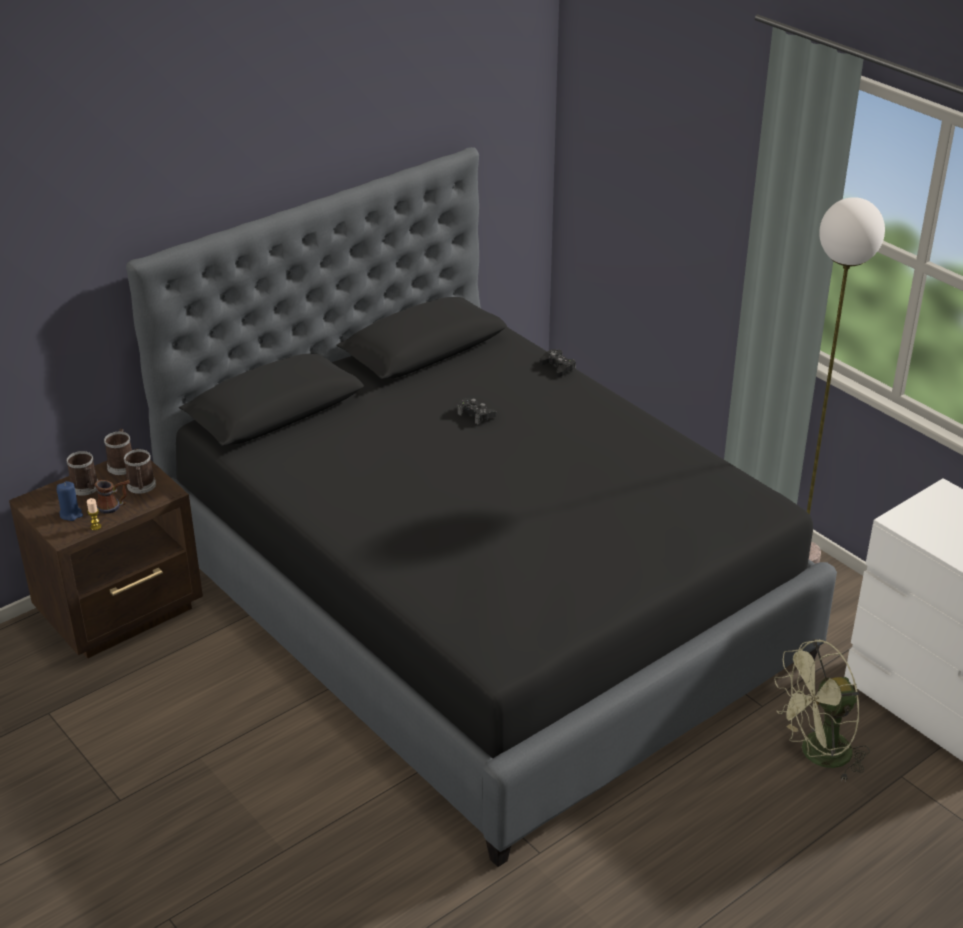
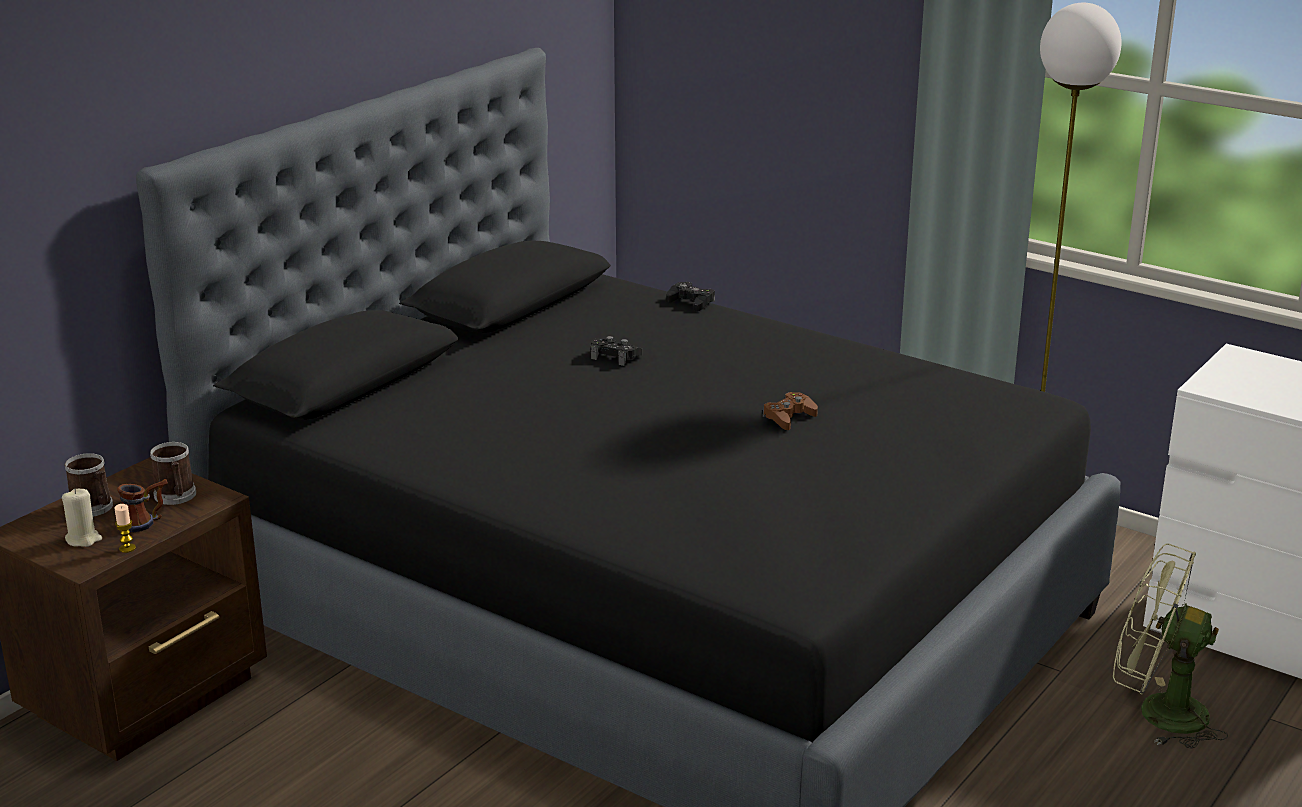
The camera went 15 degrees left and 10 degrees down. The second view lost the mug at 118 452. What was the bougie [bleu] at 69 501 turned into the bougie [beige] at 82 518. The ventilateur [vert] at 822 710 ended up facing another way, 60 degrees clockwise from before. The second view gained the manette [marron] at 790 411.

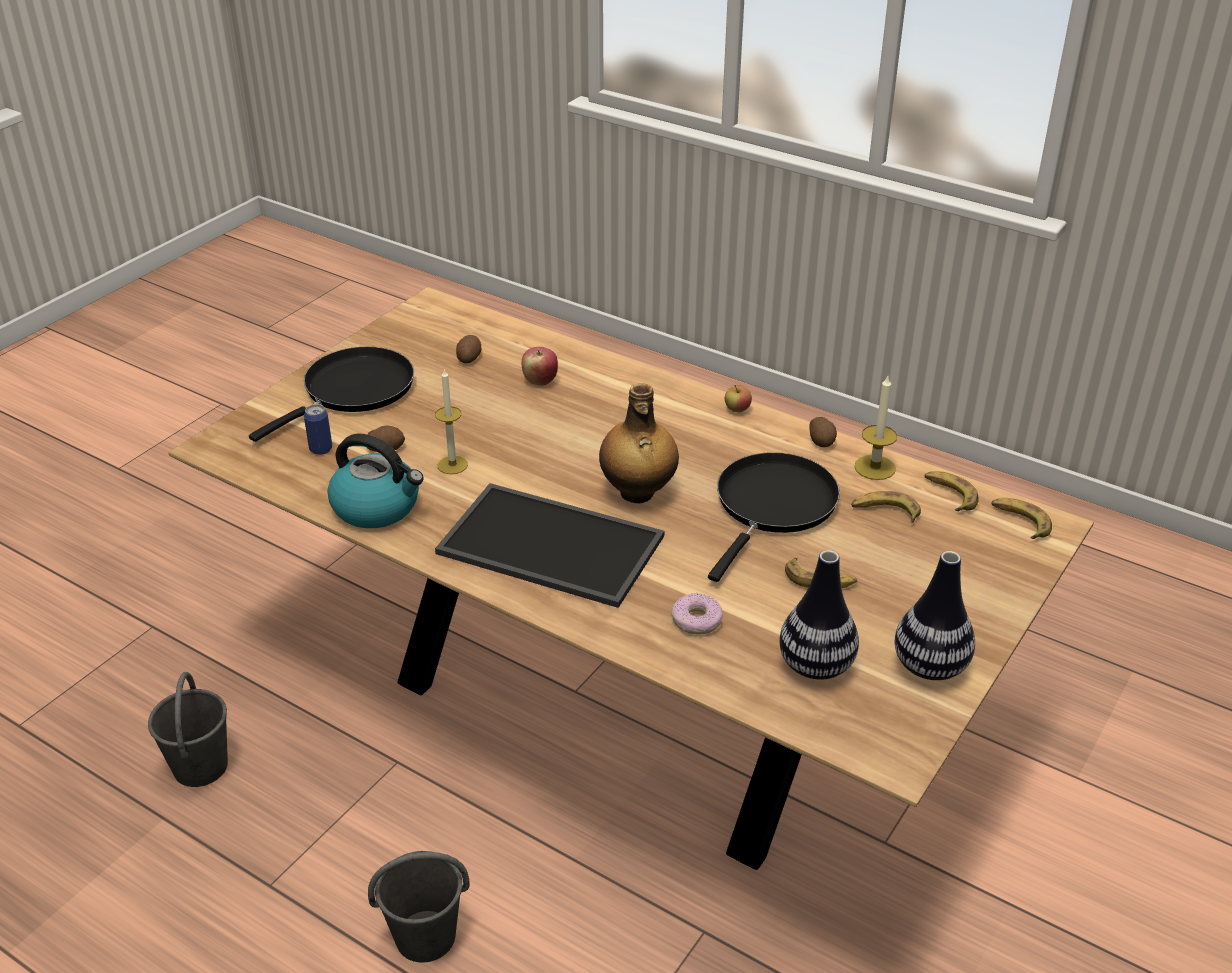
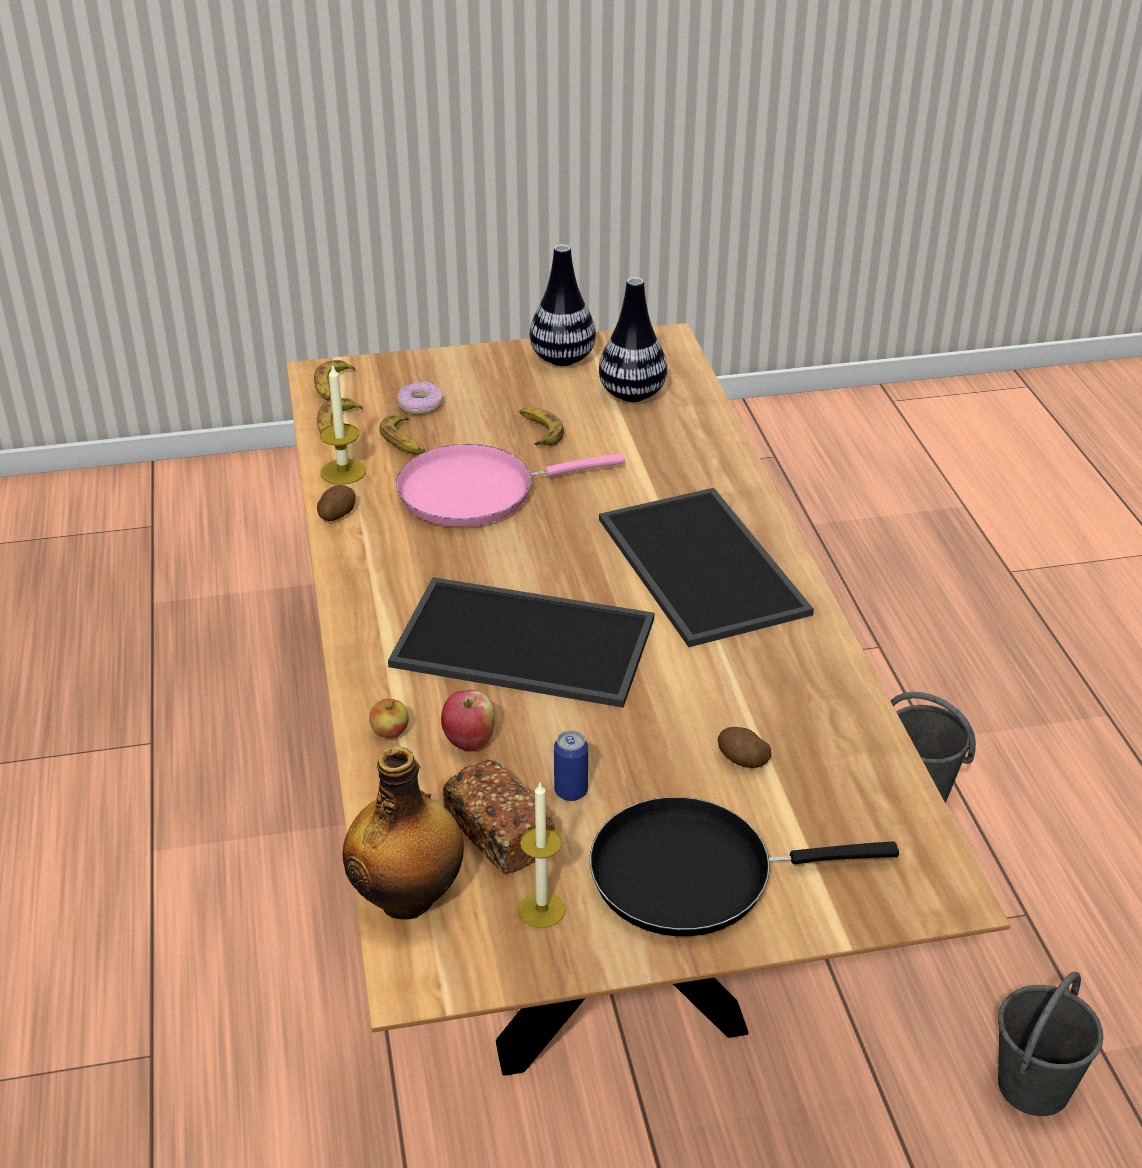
The camera went 135 degrees left and 0 degrees up. Where the pomme de terre stood at 468 349, the pain came to stand at 499 817. The bougie ended up elsewhere, having gone from 451 421 to 542 855. The bouteille ended up elsewhere, having gone from 639 443 to 403 833. The pomme ended up elsewhere, having gone from 738 398 to 389 718. The boîte métallique ended up elsewhere, having gone from 318 429 to 571 765. The second view lost the bouilloire at 375 481. What was the poêle [noir] at 774 517 turned into the poêle [rose] at 510 485. The beignet ended up elsewhere, having gone from 697 614 to 420 398. The second view gained the plateau at 521 642.

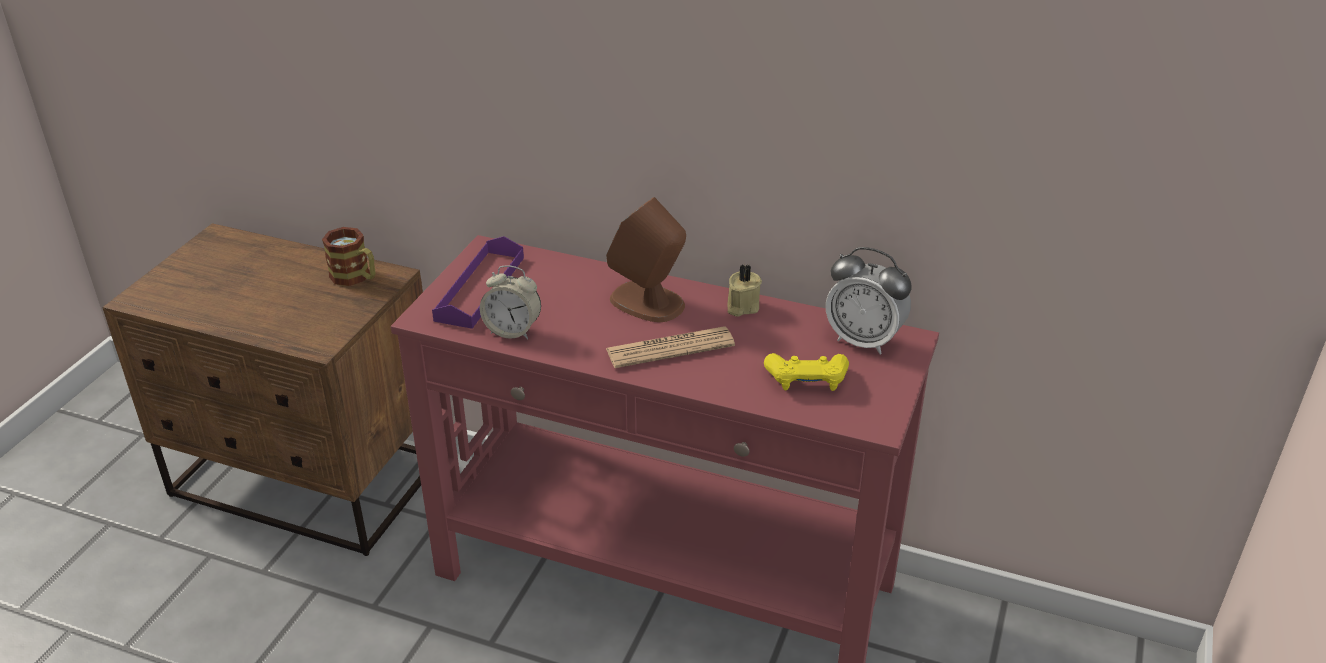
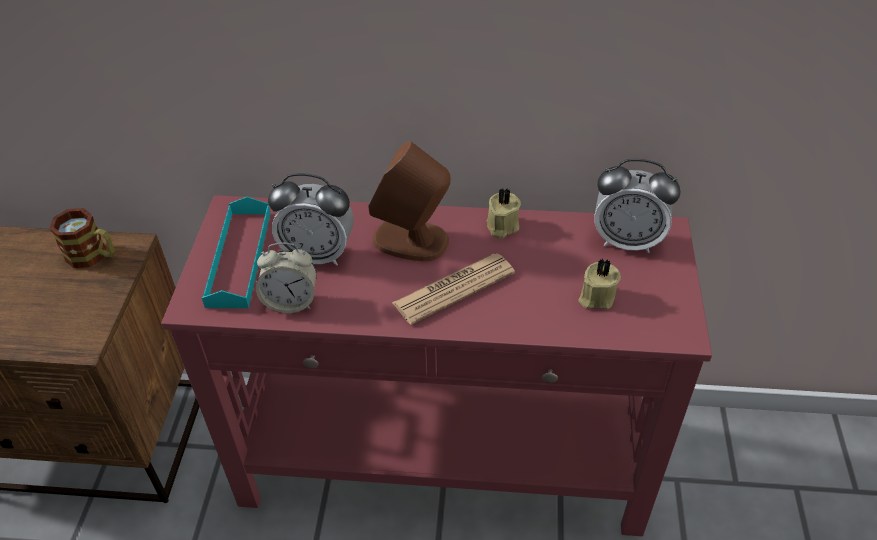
The camera went 15 degrees left and 10 degrees up. What was the plateau [violet] at 478 282 turned into the plateau [turquoise] at 236 252. Where the manette [jaune] stood at 806 372, the bougie [beige] came to stand at 599 283. The second view gained the réveil at 311 219.

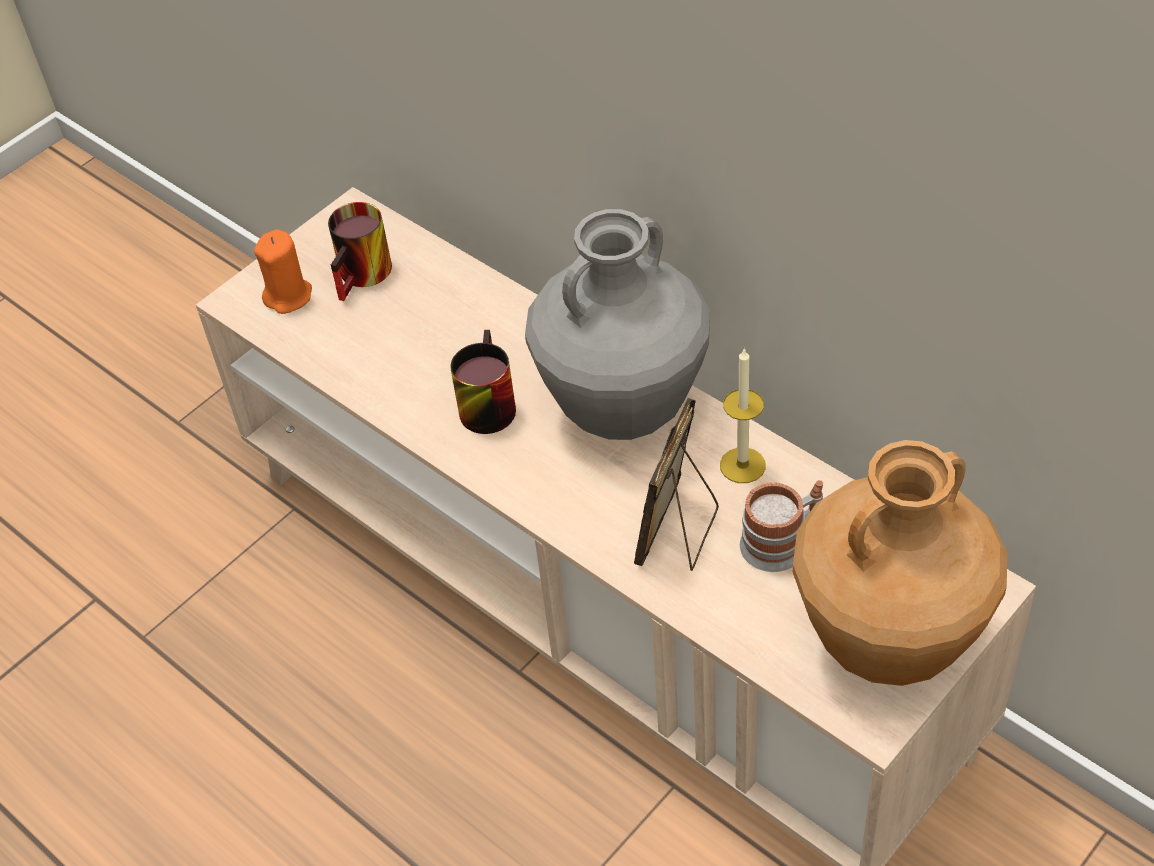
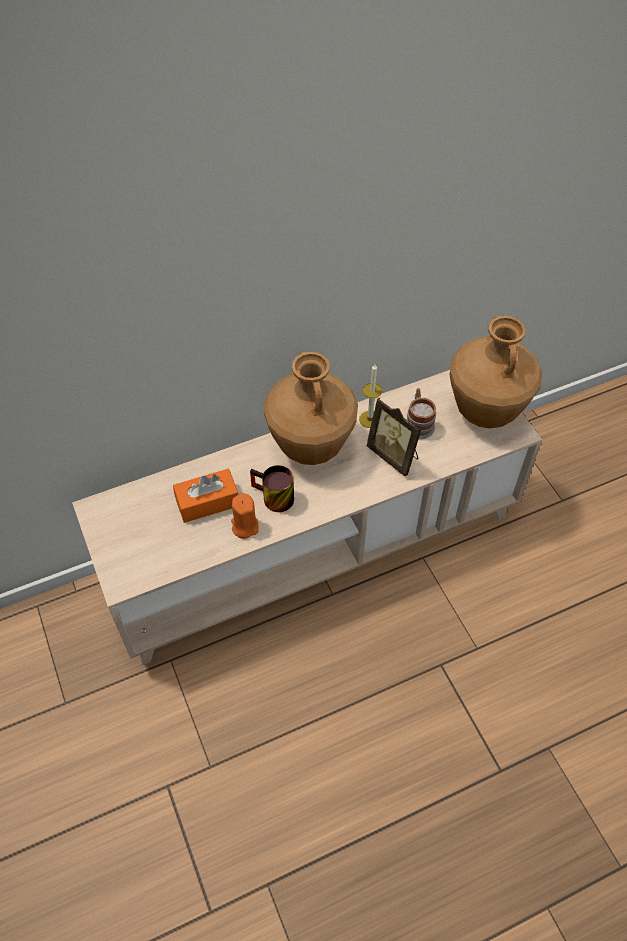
The camera went 70 degrees left and 5 degrees up. The second view lost the mug at 360 251. What was the vase [gris] at 617 324 turned into the vase [marron] at 311 408. The bougie [orange] ended up elsewhere, having gone from 283 271 to 245 516. The second view gained the boîte à mouchoirs [orange] at 206 496.

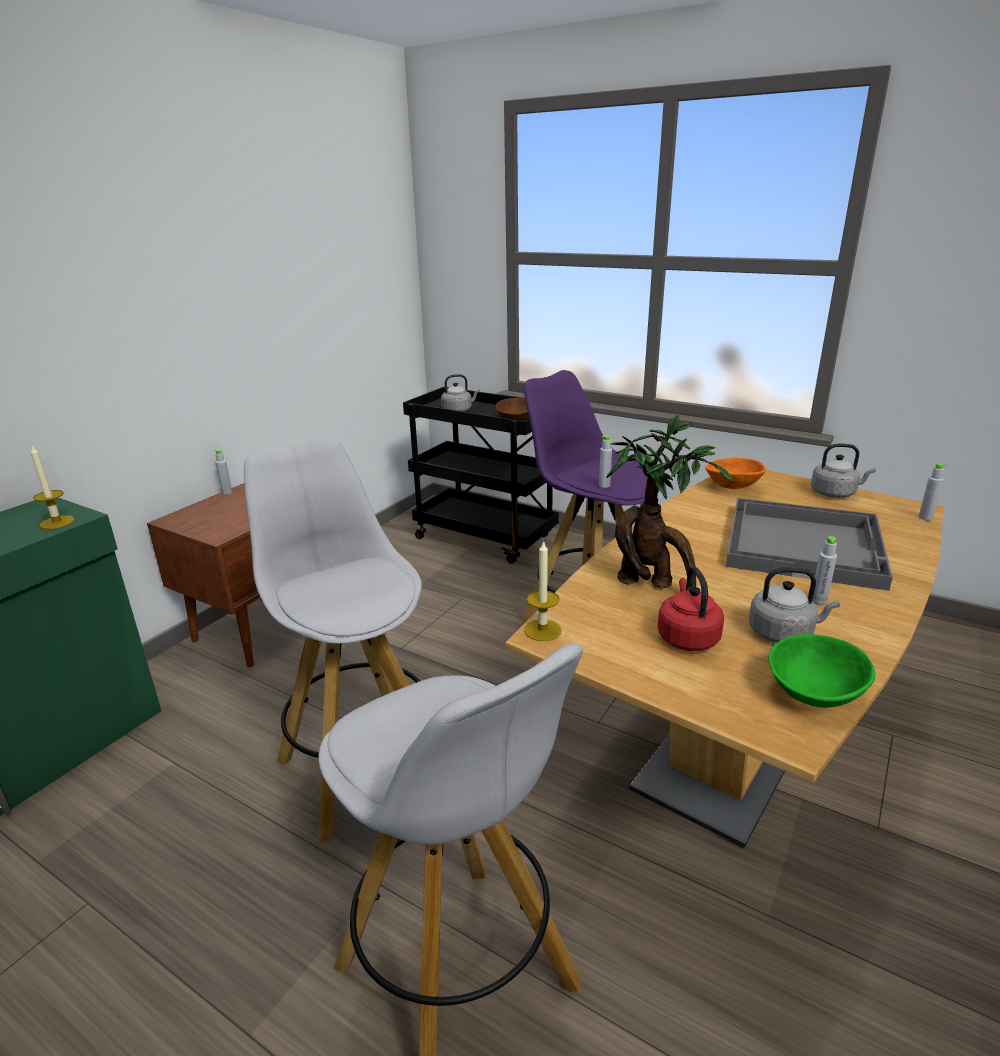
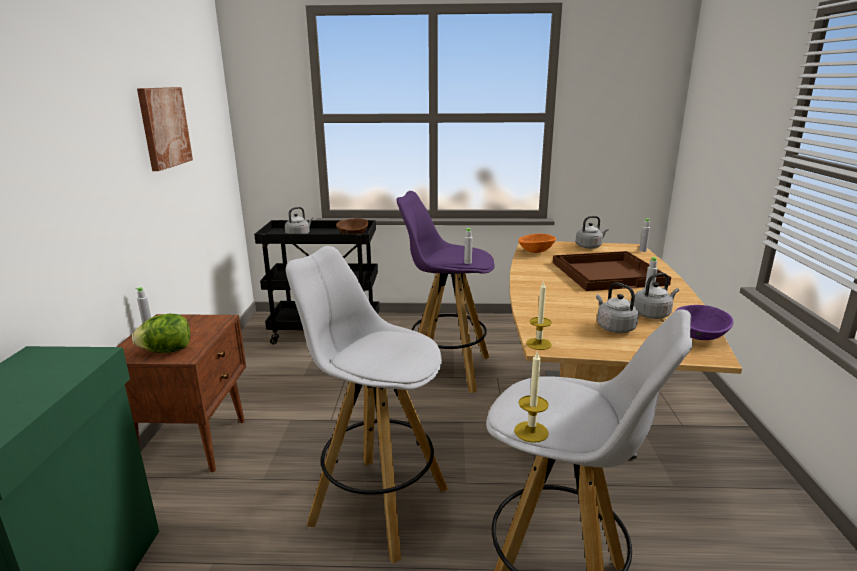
The camera went 30 degrees left and 5 degrees down. The second view lost the plante en pot at 670 501. The bougie ended up elsewhere, having gone from 52 487 to 531 396. What was the plateau [gris] at 809 544 turned into the plateau [marron] at 612 271. What was the bouilloire [rouge] at 691 609 turned into the bouilloire [gris] at 617 307. What was the bol [vert] at 822 671 turned into the bol [violet] at 705 322. The second view gained the tableau at 165 129. The second view gained the laitue at 161 333.

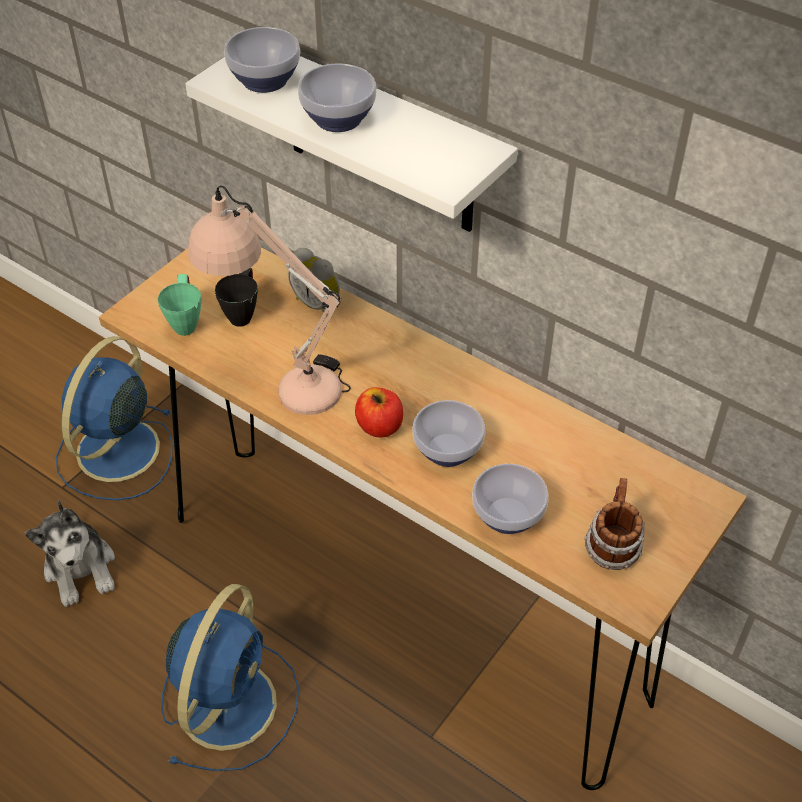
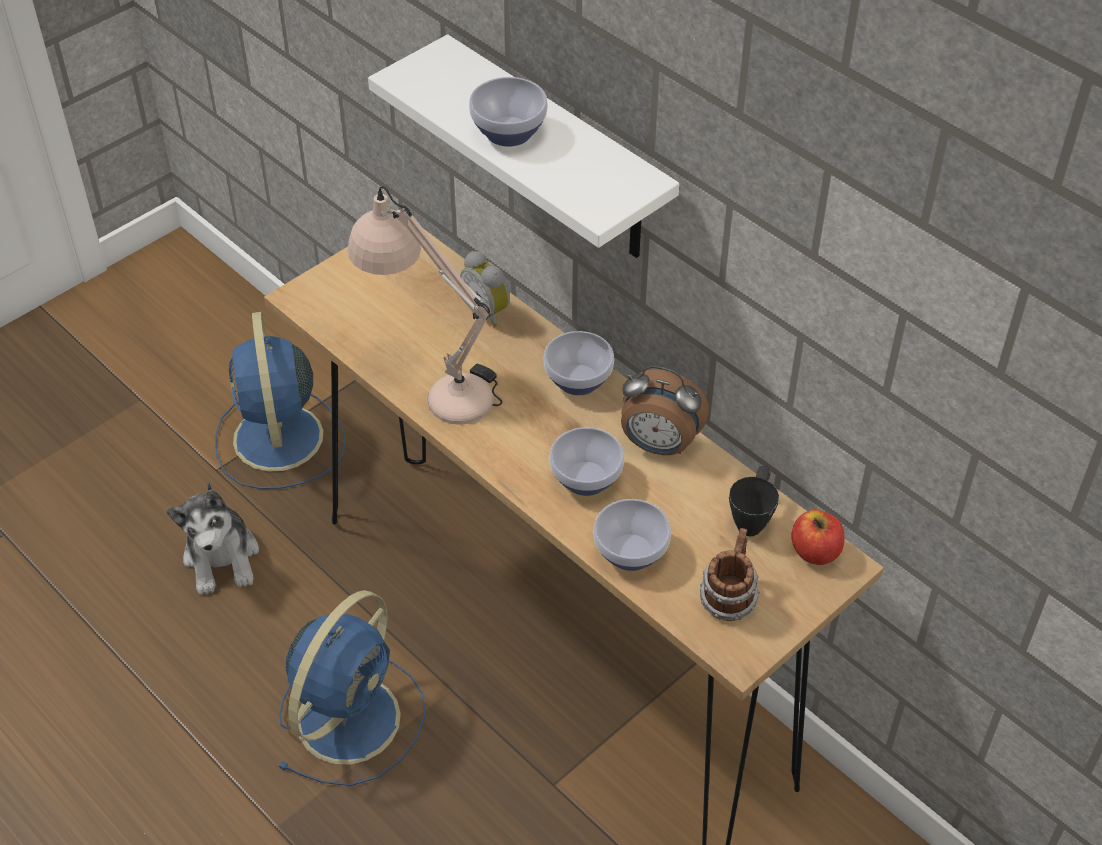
The camera went 10 degrees right and 0 degrees up. The bol ended up elsewhere, having gone from 262 60 to 579 363. The mug [noir] ended up elsewhere, having gone from 236 297 to 754 501. The second view lost the mug [vert] at 179 305. The ventilateur [bleu] at 114 418 ended up facing another way, 45 degrees counterclockwise from before. The pomme ended up elsewhere, having gone from 379 412 to 818 537. The second view gained the réveil at 665 410.

